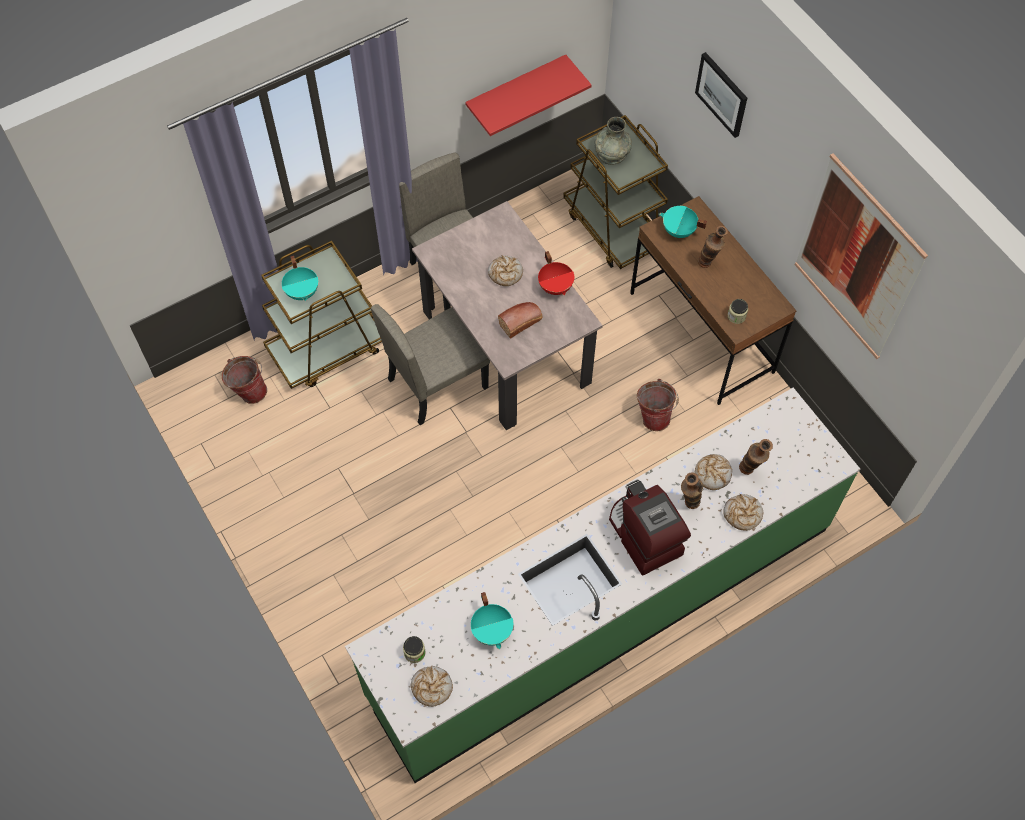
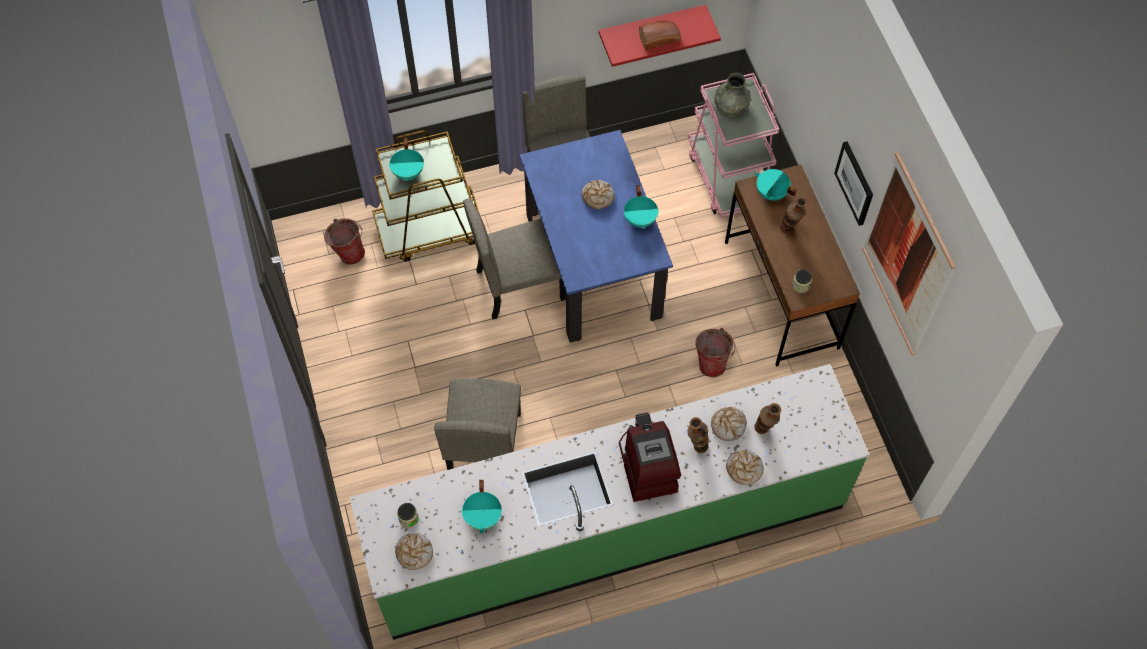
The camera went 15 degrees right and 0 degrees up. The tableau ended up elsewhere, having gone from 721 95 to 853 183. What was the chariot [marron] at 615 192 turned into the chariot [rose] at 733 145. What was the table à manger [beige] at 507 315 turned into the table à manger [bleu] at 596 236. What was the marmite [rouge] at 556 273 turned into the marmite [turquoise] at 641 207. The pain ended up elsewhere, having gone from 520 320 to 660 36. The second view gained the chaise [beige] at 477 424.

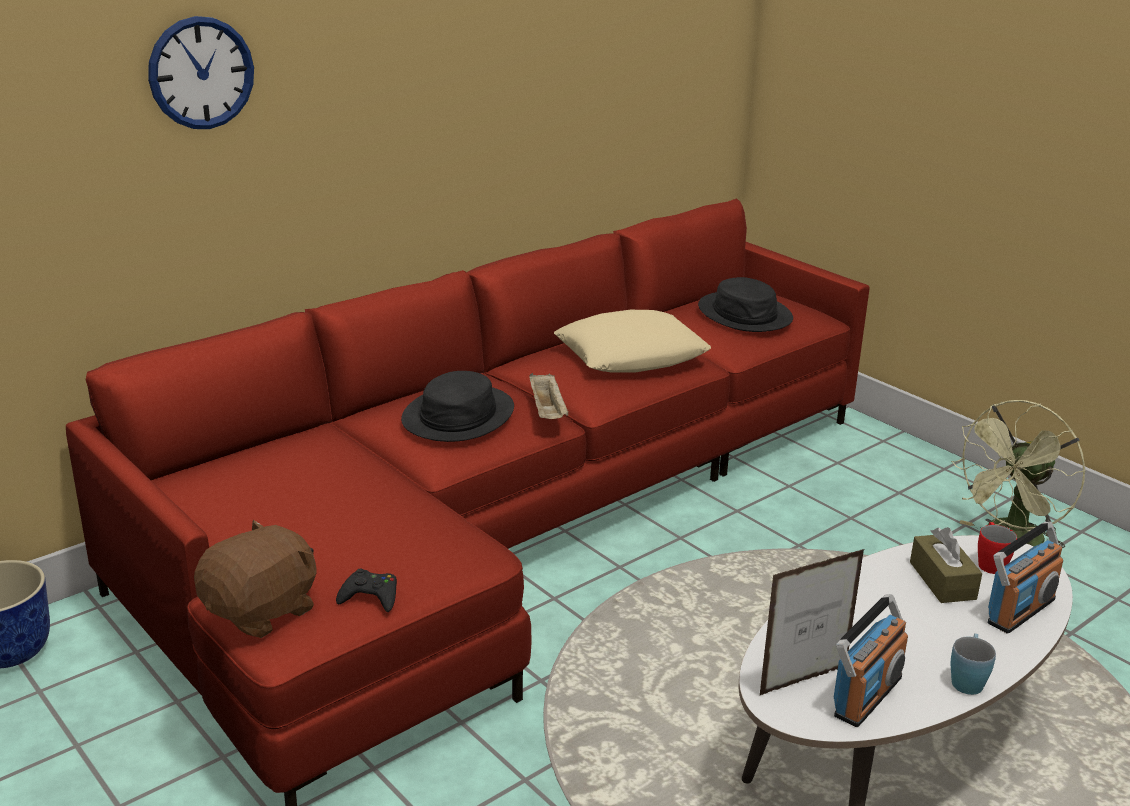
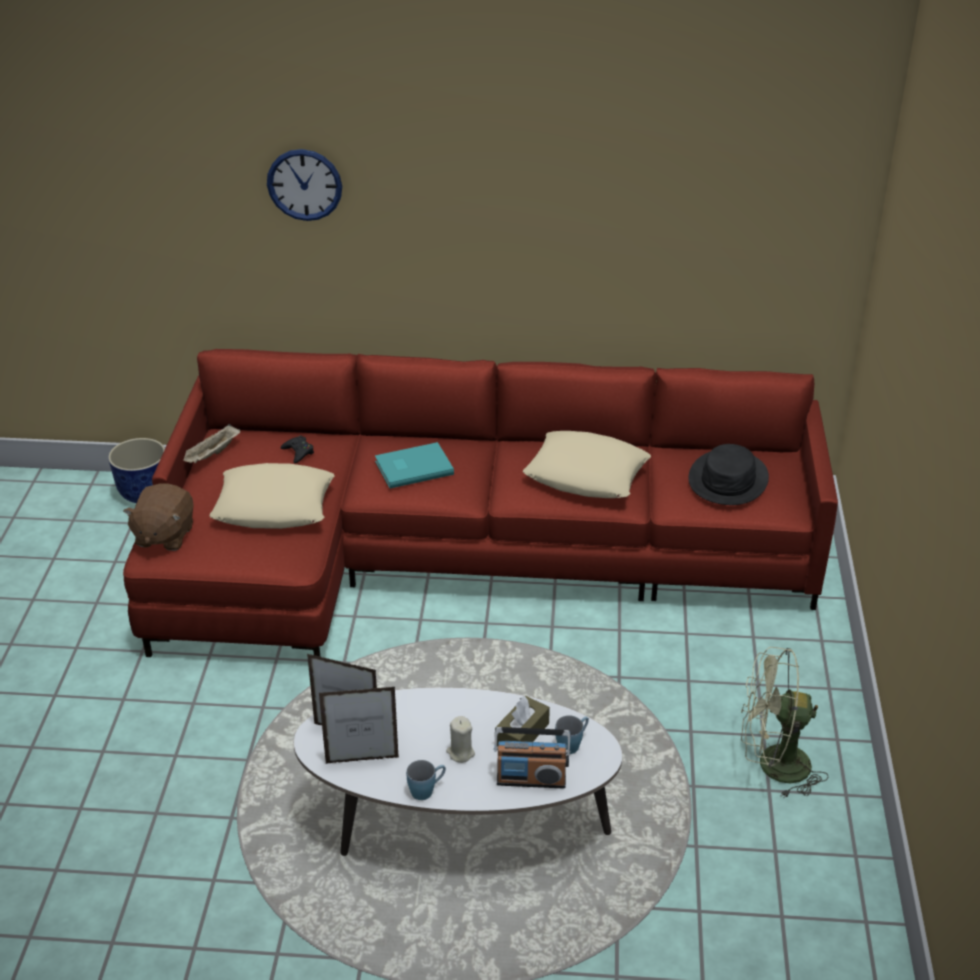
The camera went 45 degrees right and 10 degrees up. Where the chapeau [noir] stood at 457 406, the livre [turquoise] came to stand at 414 465. The plateau [beige] ended up elsewhere, having gone from 549 396 to 212 443. The peluche [marron] at 255 579 ended up facing another way, 105 degrees clockwise from before. What was the mug [rouge] at 997 548 turned into the mug [bleu] at 572 734. The manette [noir] ended up elsewhere, having gone from 366 590 to 297 449. Where the radio stood at 871 660, the cadre photo came to stand at 359 725. The second view gained the coussin [beige] at 272 496. The second view gained the bougie [beige] at 460 739.

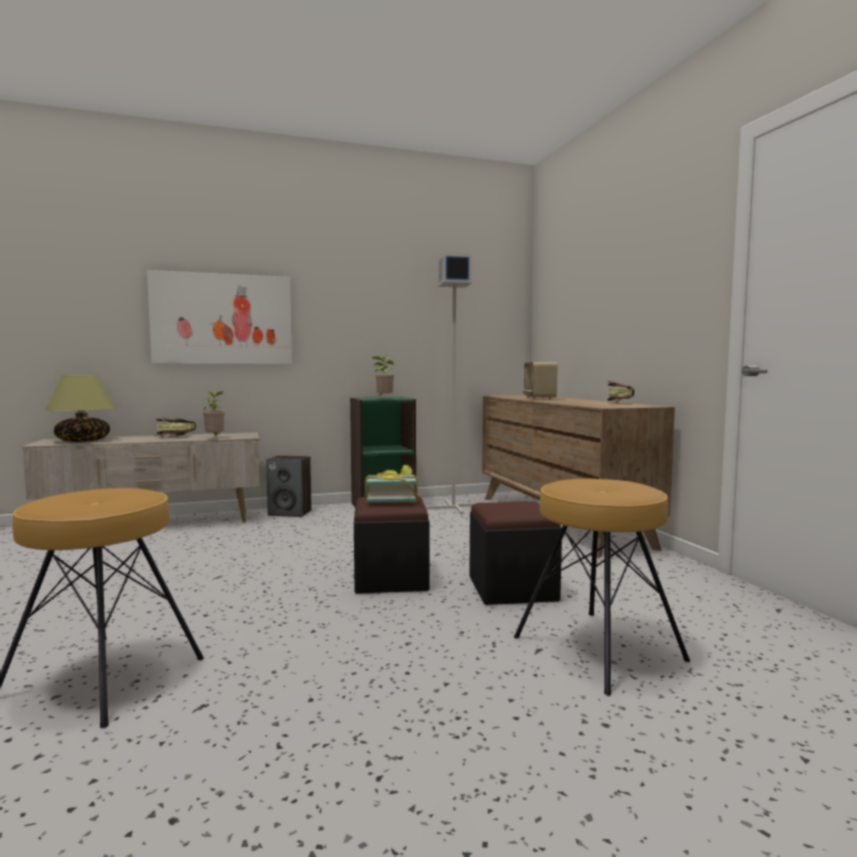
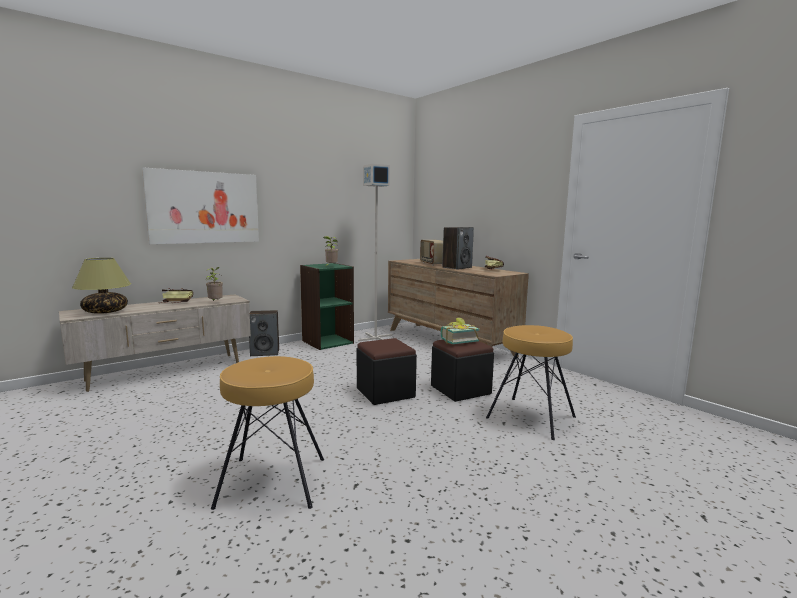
The camera went 20 degrees left and 5 degrees up. The livre ended up elsewhere, having gone from 392 484 to 460 331. The second view gained the enceinte at 458 248.

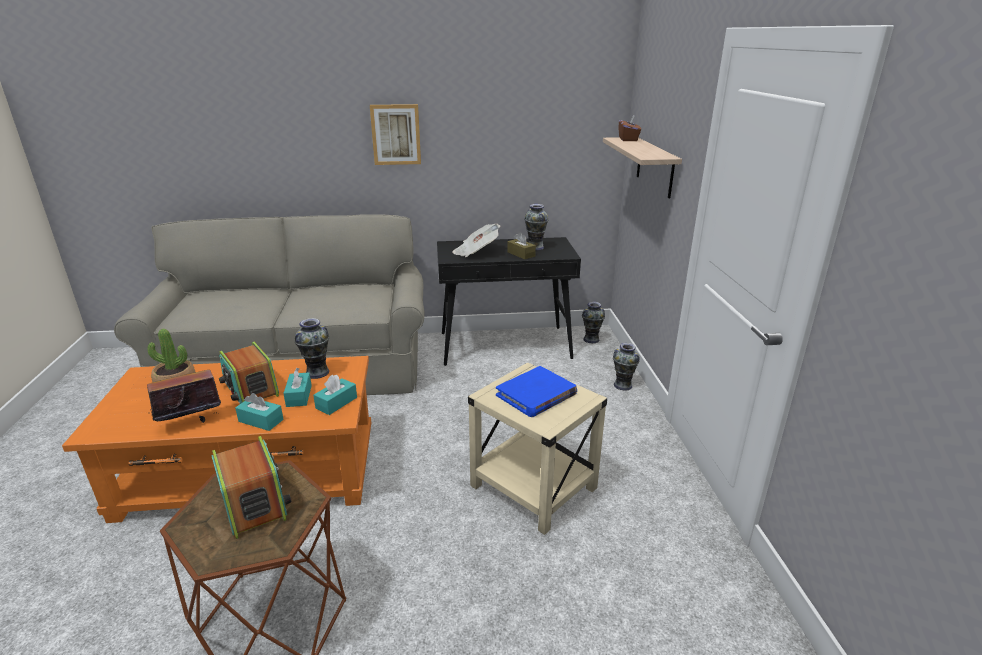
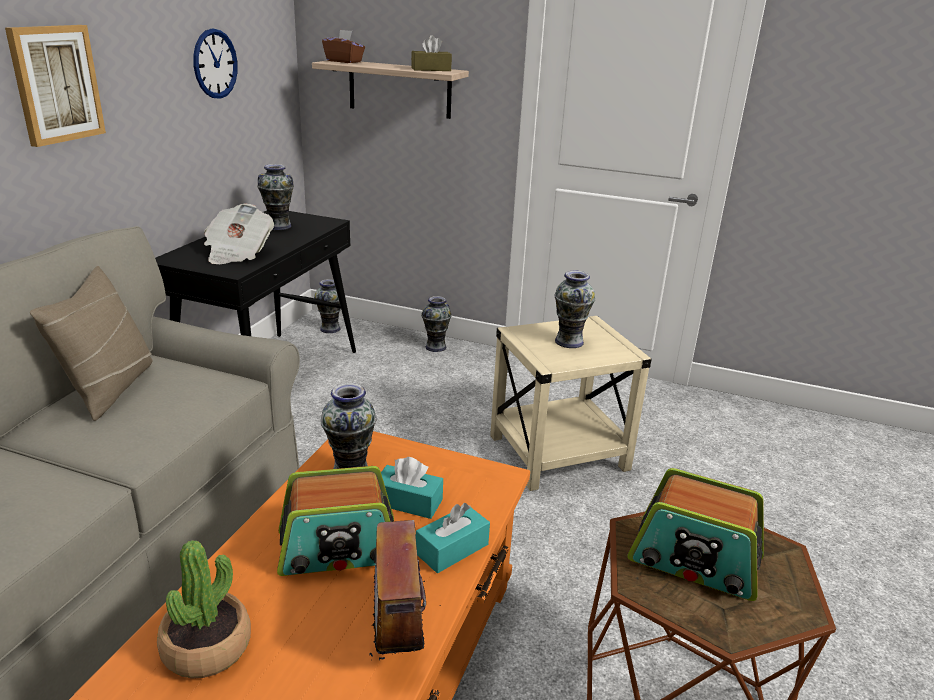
The camera went 65 degrees left and 0 degrees up. The boîte à mouchoirs [marron] ended up elsewhere, having gone from 521 245 to 431 53. Where the livre [bleu] stood at 536 391, the vase came to stand at 575 309. The second view lost the boîte à mouchoirs [turquoise] at 335 394. The radio at 251 487 ended up facing another way, 150 degrees counterclockwise from before. The second view gained the horloge murale at 215 64. The second view gained the coussin [beige] at 91 343.

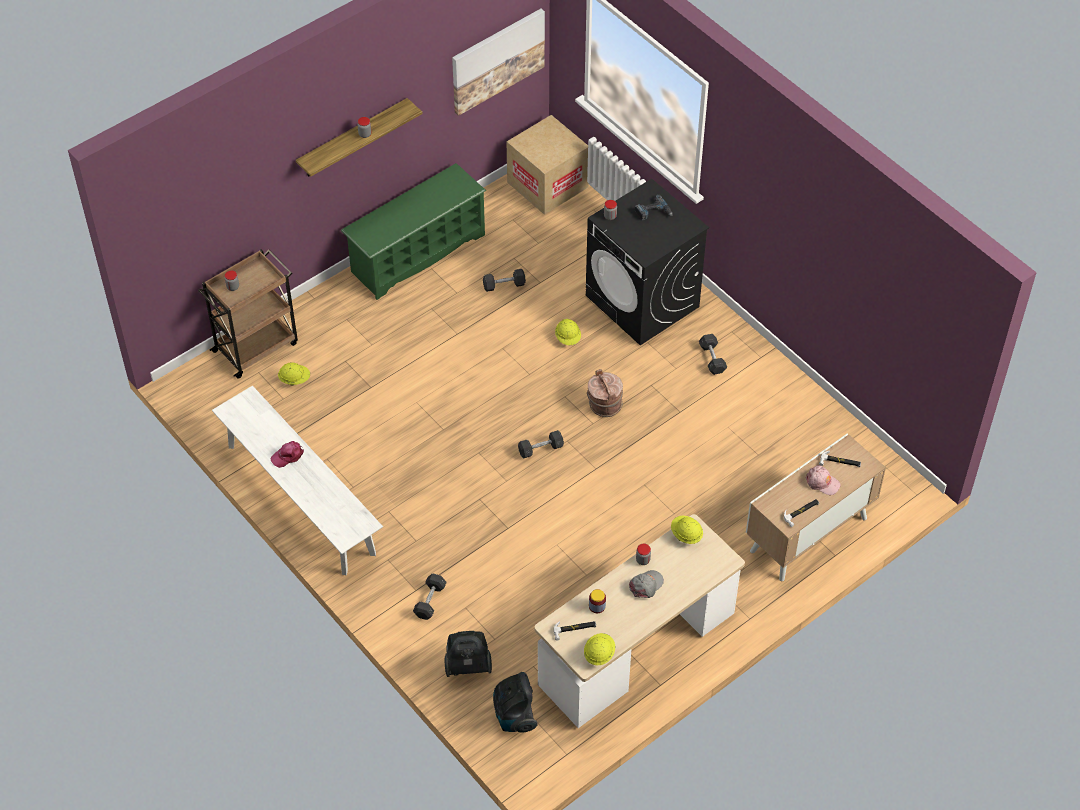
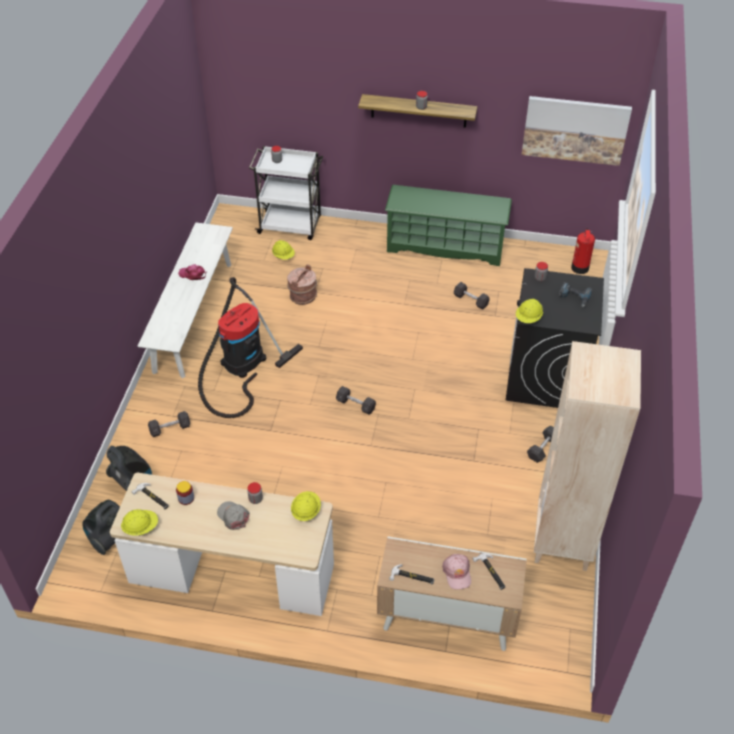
The camera went 50 degrees right and 5 degrees down. Where the carton stood at 548 165, the extincteur came to stand at 583 251. What was the chariot [marron] at 248 314 turned into the chariot [blanc] at 286 193. The casque de chantier [jaune] ended up elsewhere, having gone from 568 332 to 529 311. The seau [marron] ended up elsewhere, having gone from 605 393 to 302 284. The casquette [gris] at 646 584 ended up facing another way, 135 degrees counterclockwise from before. The second view gained the aspirateur at 250 347. The second view gained the bibliothèque [beige] at 587 456.

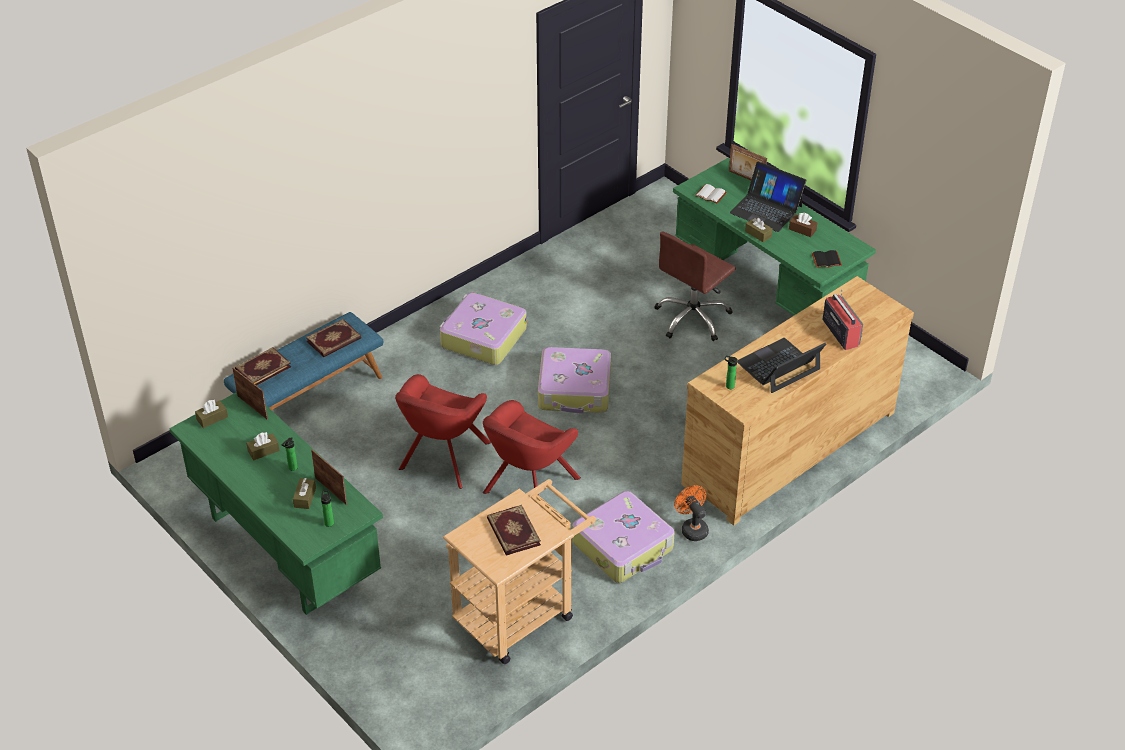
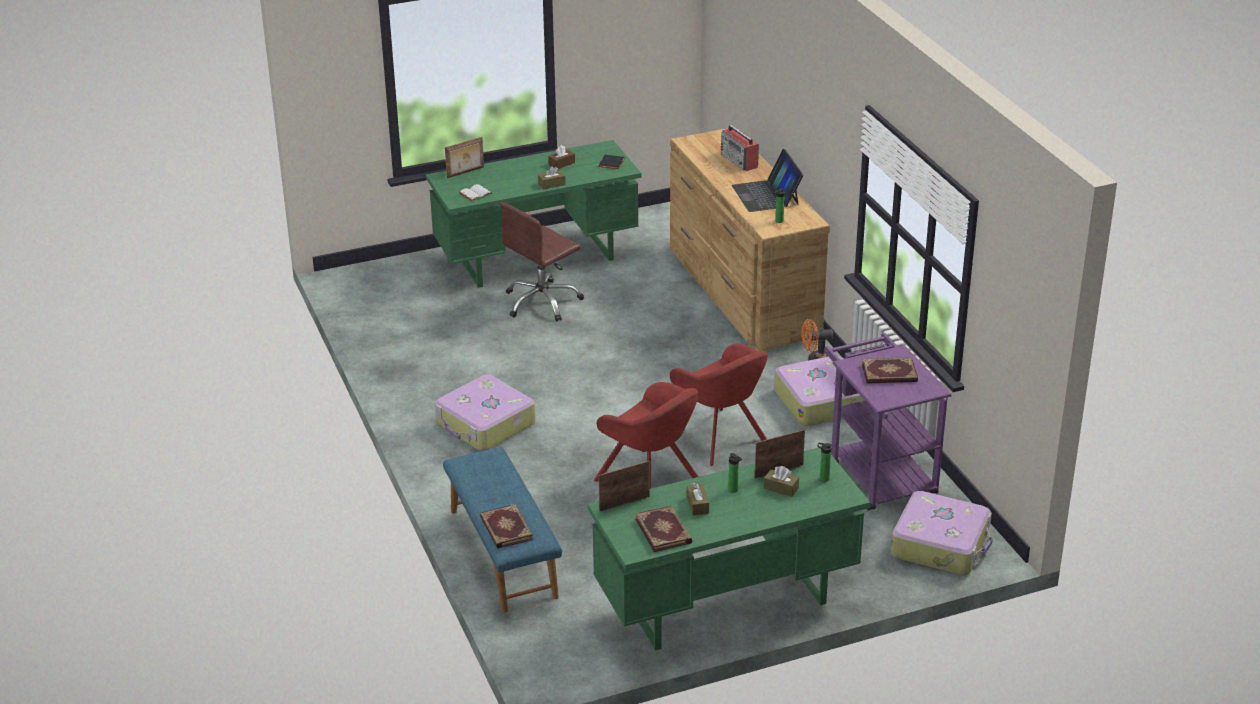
The camera went 70 degrees left and 10 degrees down. The second view lost the ordinateur portable at 768 197. The chaise de bureau [marron] at 695 286 ended up facing another way, 75 degrees clockwise from before. The radio at 842 320 ended up facing another way, 120 degrees counterclockwise from before. The livre ended up elsewhere, having gone from 333 338 to 663 529. The valise ended up elsewhere, having gone from 574 380 to 942 533. The second view lost the boîte à mouchoirs [marron] at 211 414. What was the chariot [beige] at 519 571 turned into the chariot [violet] at 888 422.

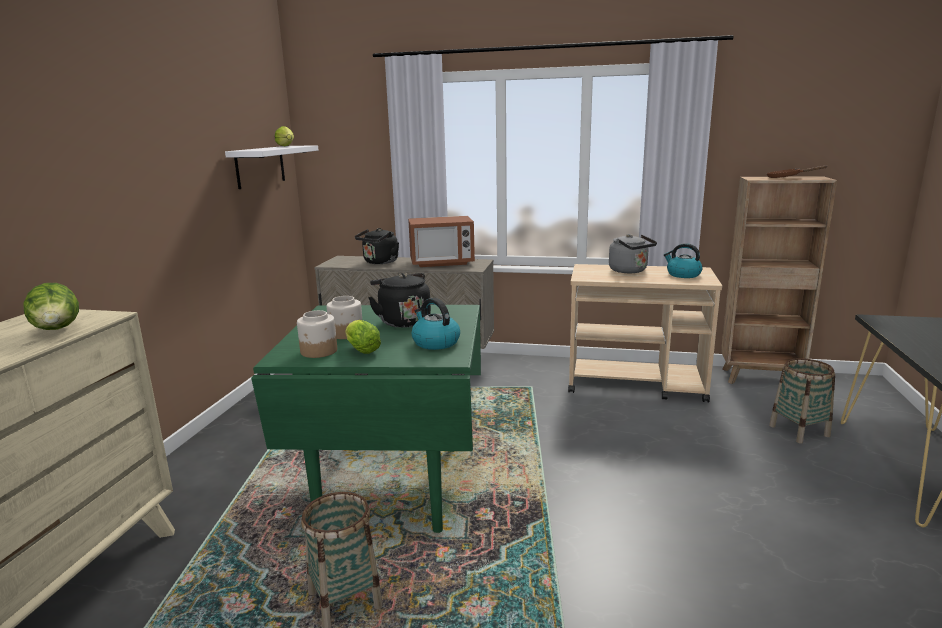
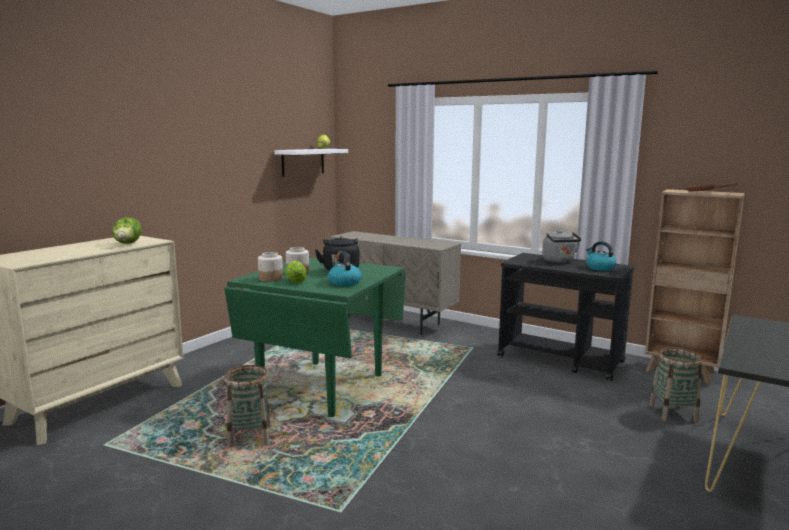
The camera went 20 degrees right and 5 degrees down. The second view lost the micro-ondes at 441 241. The second view lost the bouilloire [noir] at 377 246. What was the chariot [beige] at 645 333 turned into the chariot [noir] at 566 317.

